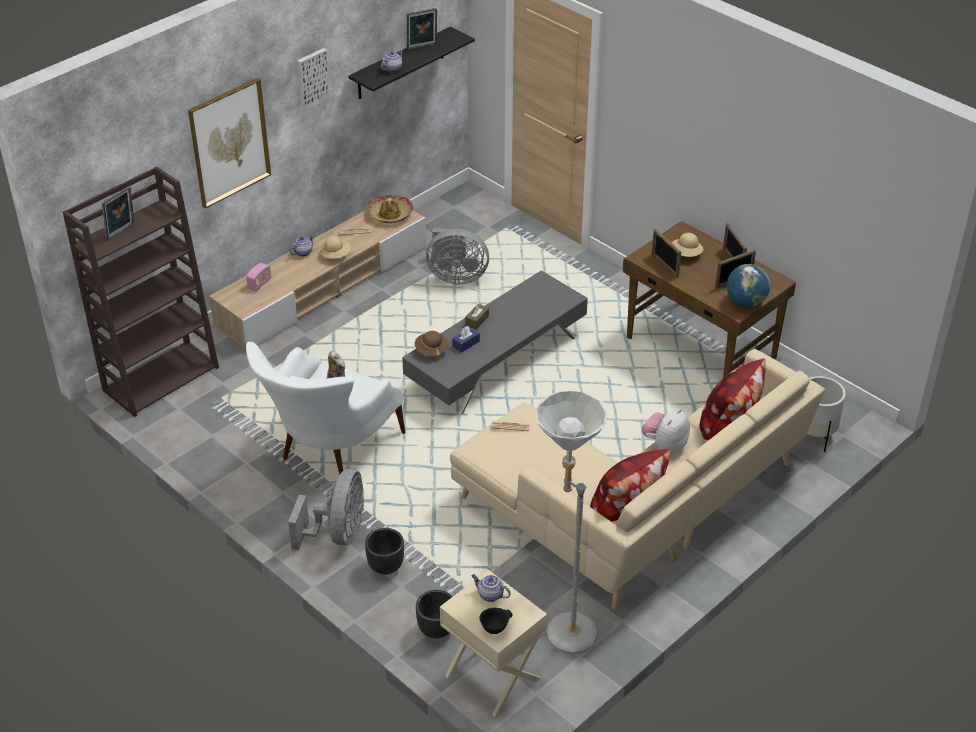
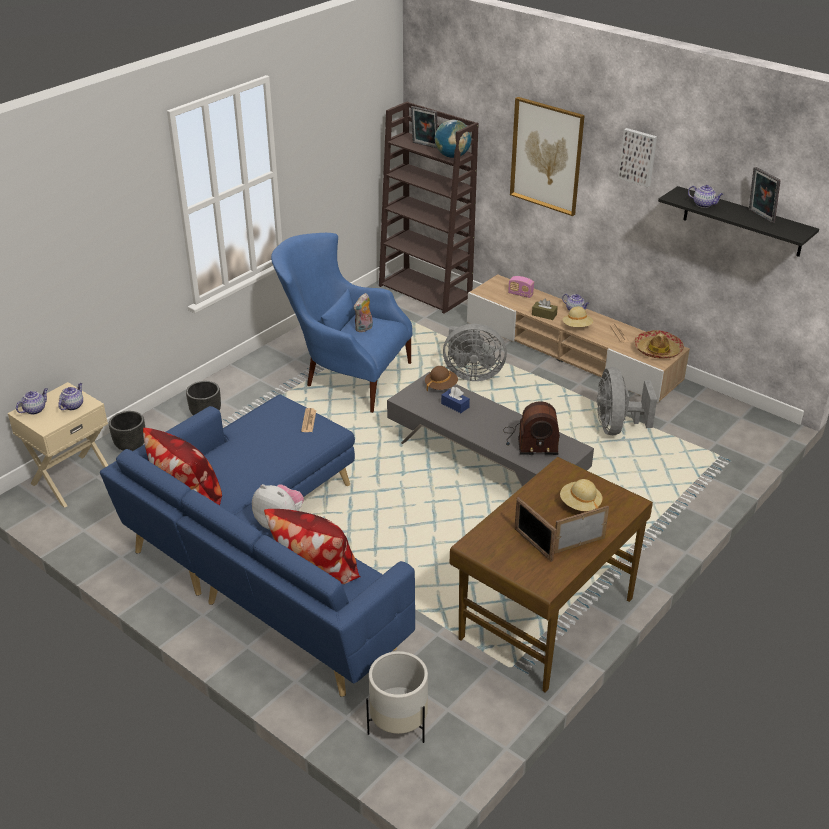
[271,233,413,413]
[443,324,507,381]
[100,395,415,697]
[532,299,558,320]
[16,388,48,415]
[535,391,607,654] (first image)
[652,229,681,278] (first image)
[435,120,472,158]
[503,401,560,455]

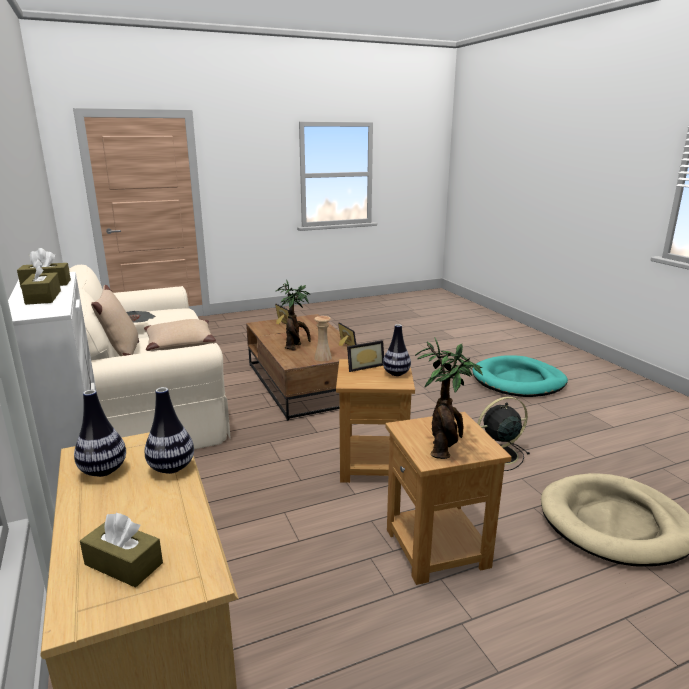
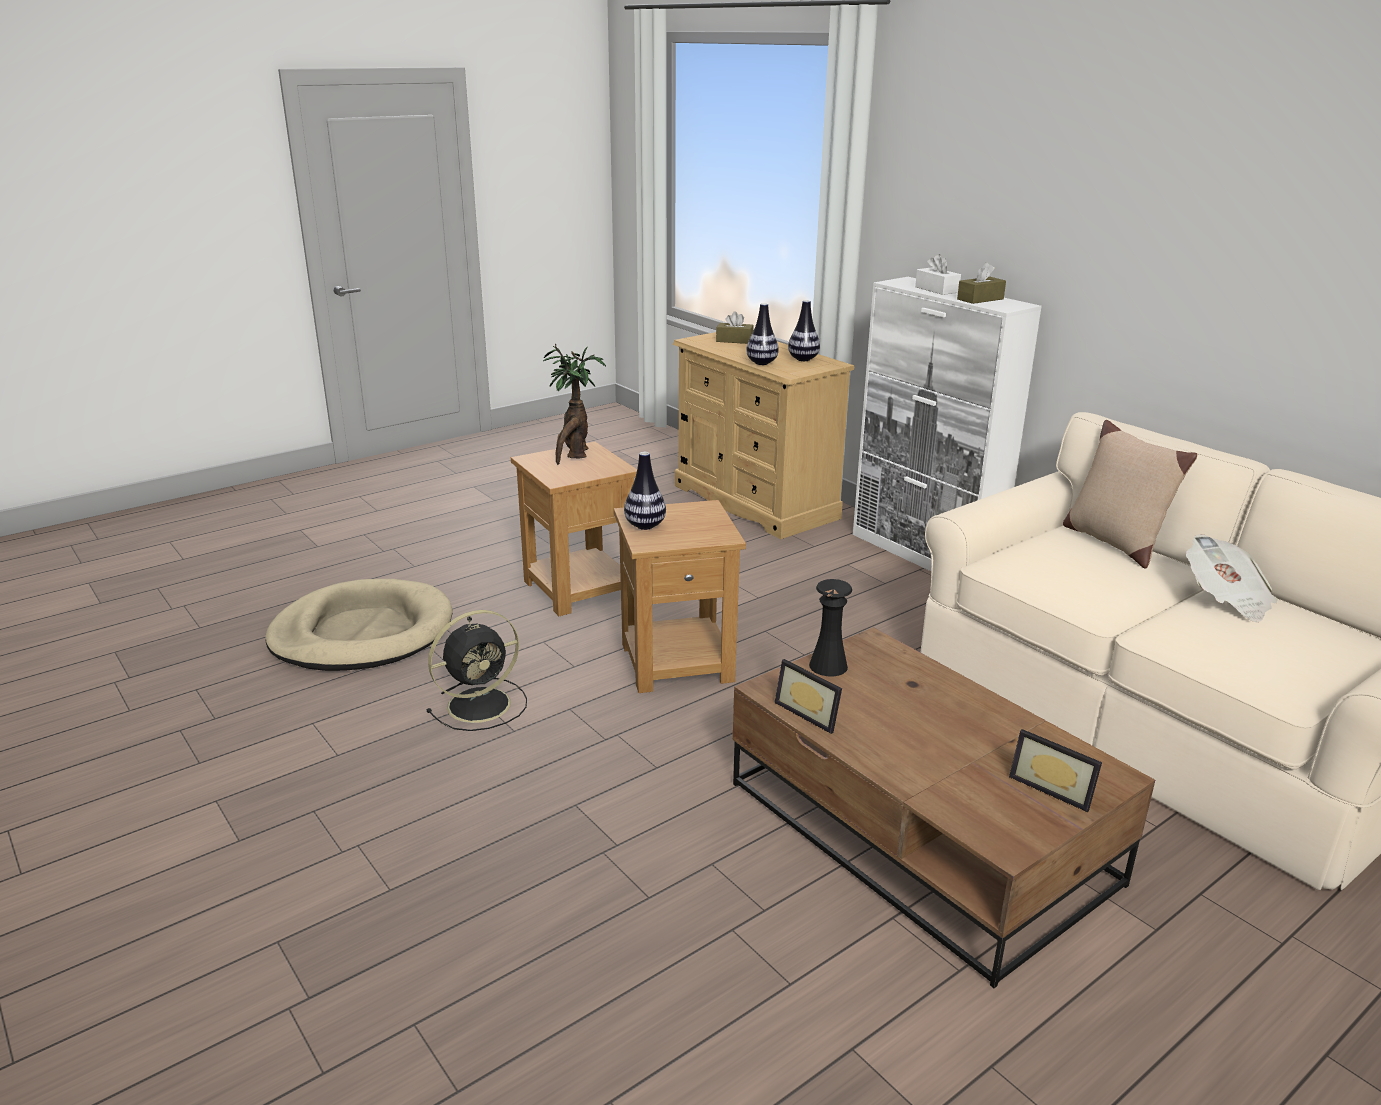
[915,254,961,295]
[144,319,216,351] (first image)
[276,280,311,349] (first image)
[809,579,852,676]
[347,340,384,372] (first image)
[472,355,568,397] (first image)

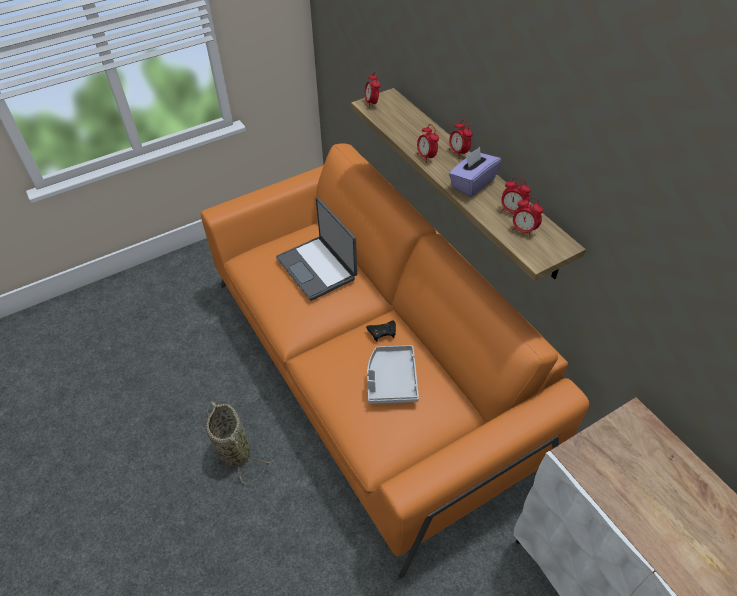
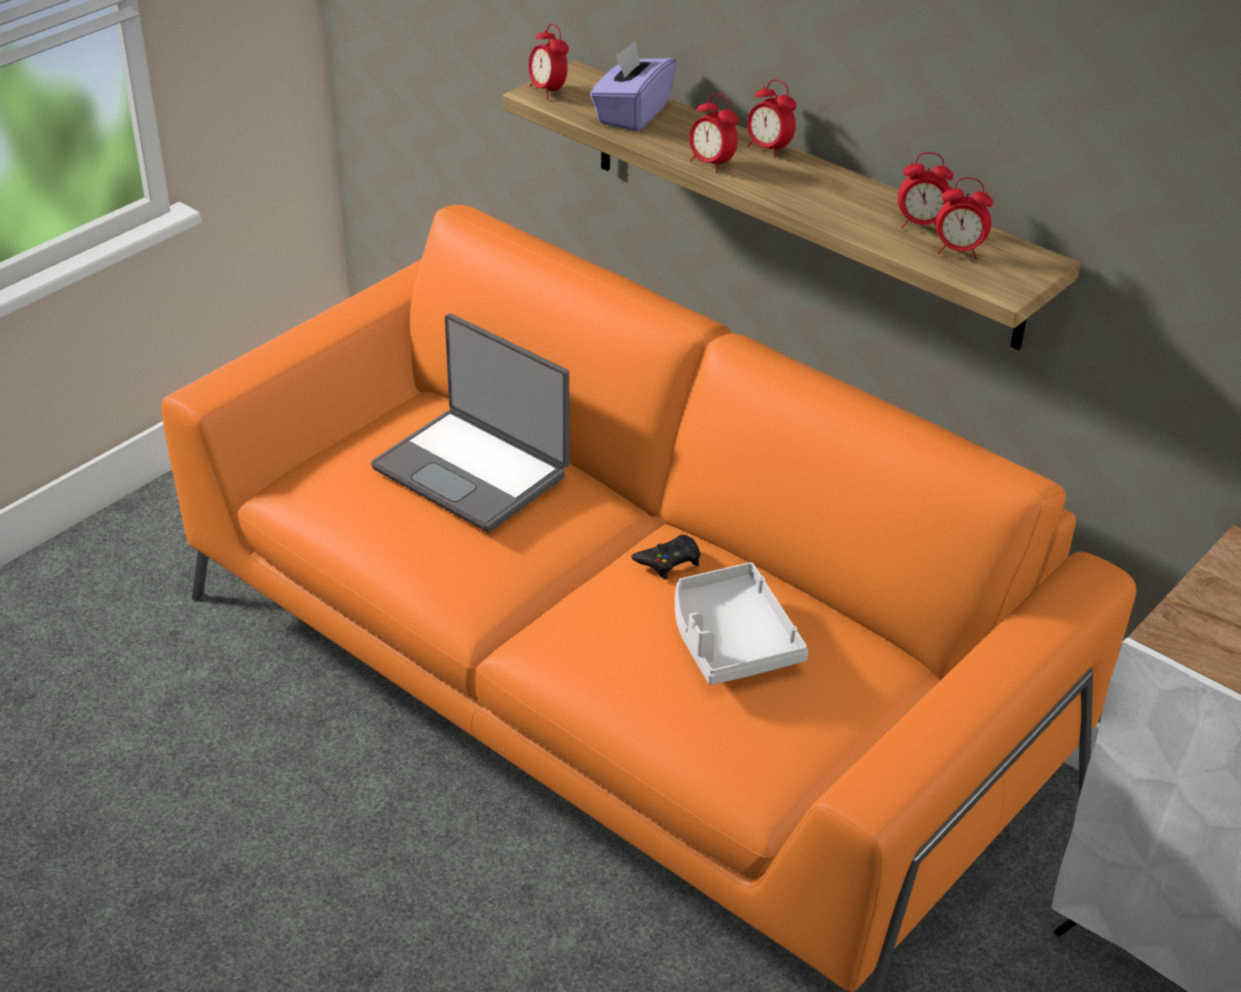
[206,402,271,484] (first image)
[590,41,677,132]

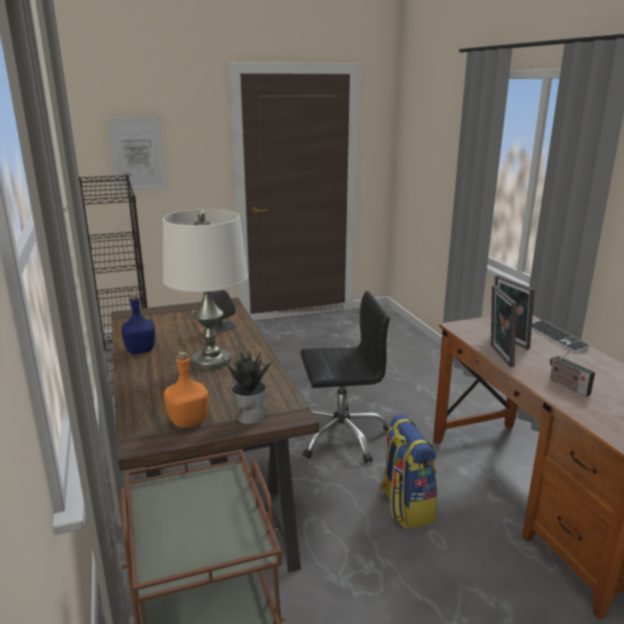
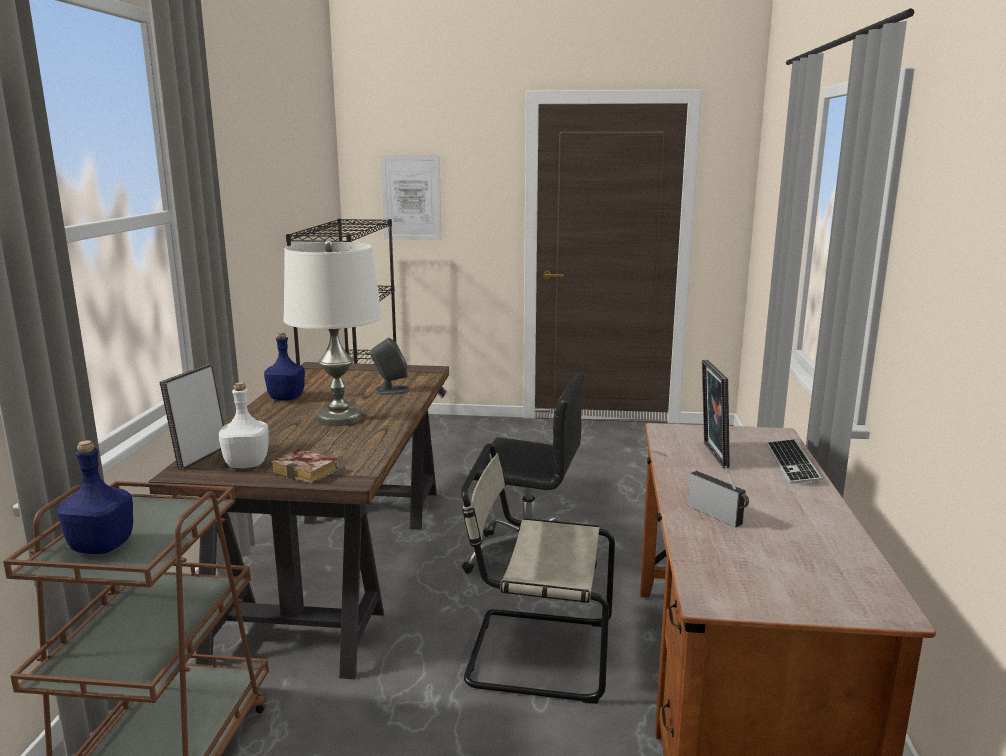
[219,382,269,468]
[271,449,339,484]
[461,443,615,704]
[160,364,224,470]
[687,466,749,527]
[57,440,133,554]

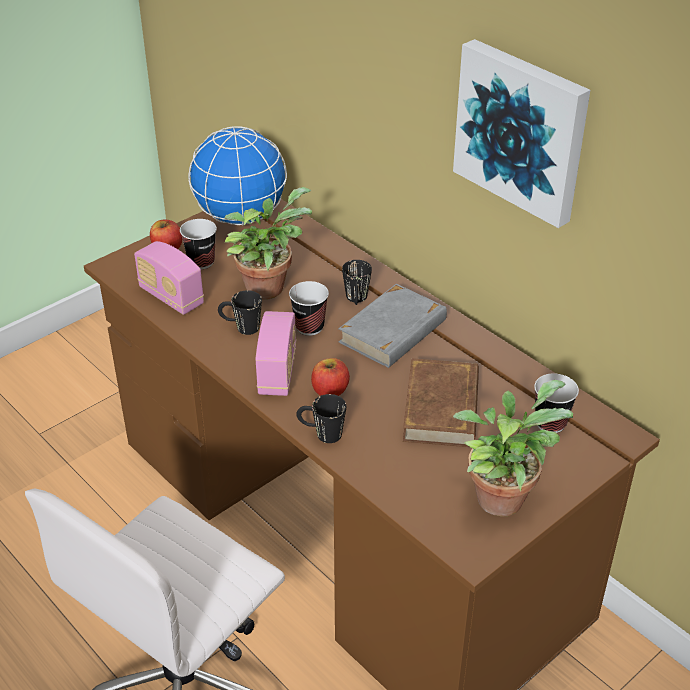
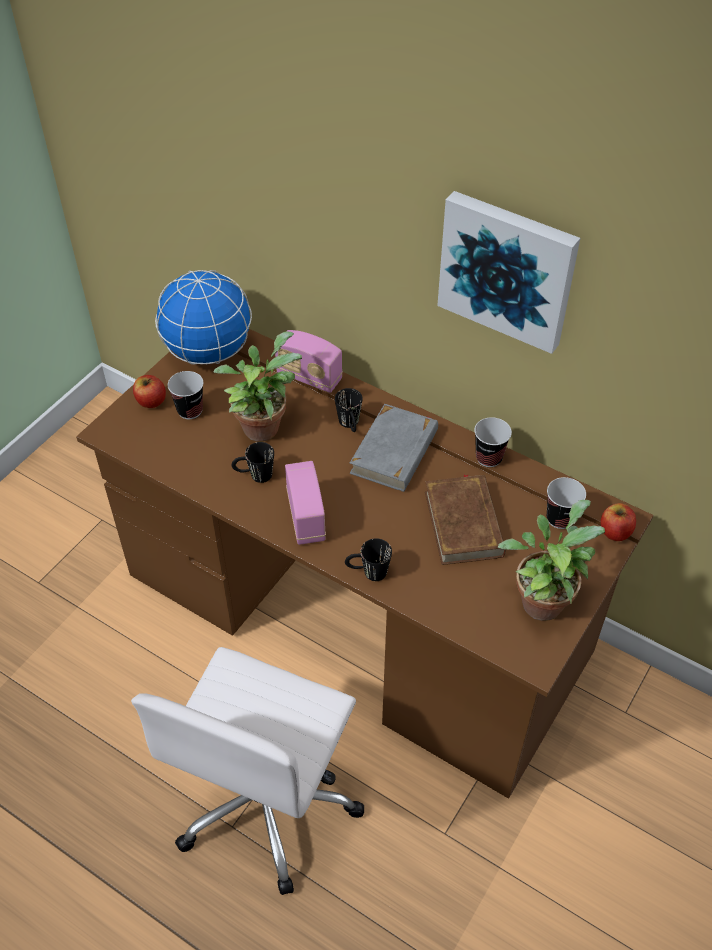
[275,330,343,393]
[474,417,512,467]
[600,503,636,541]

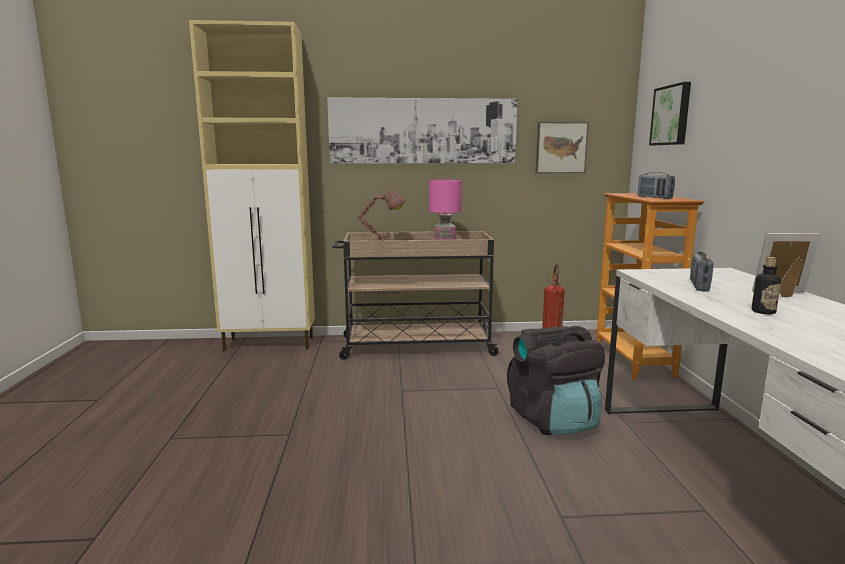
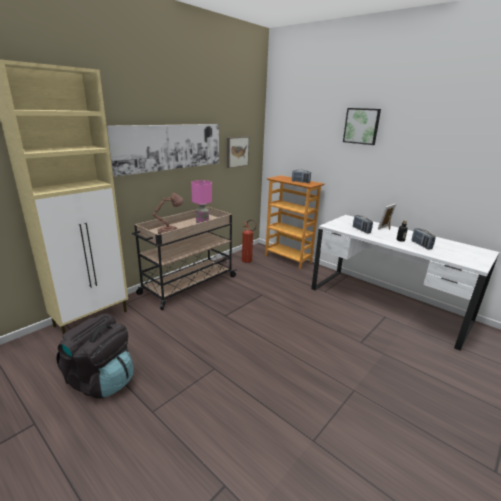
[56,314,134,399]
[343,108,381,145]
[411,228,436,249]

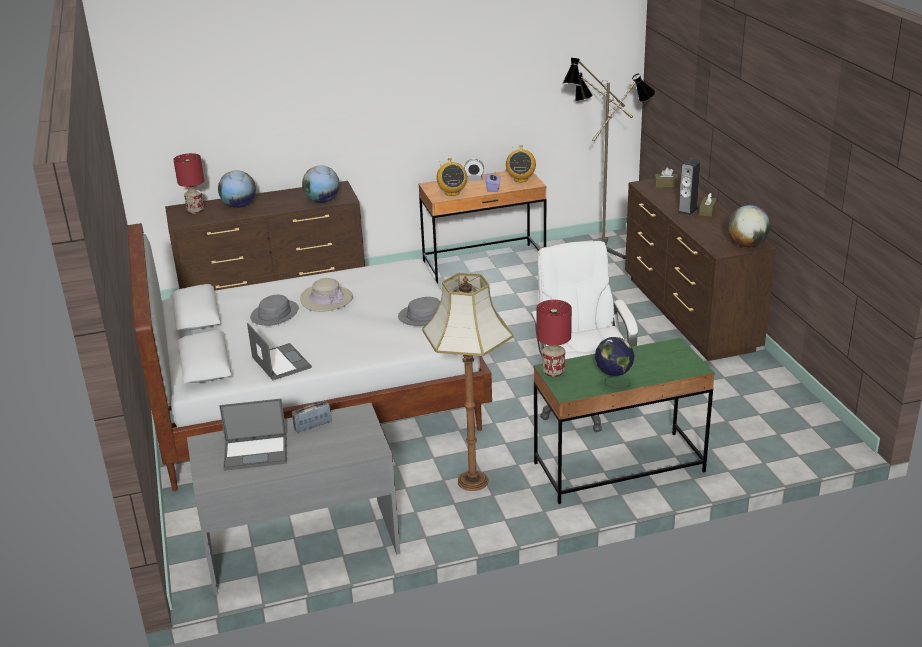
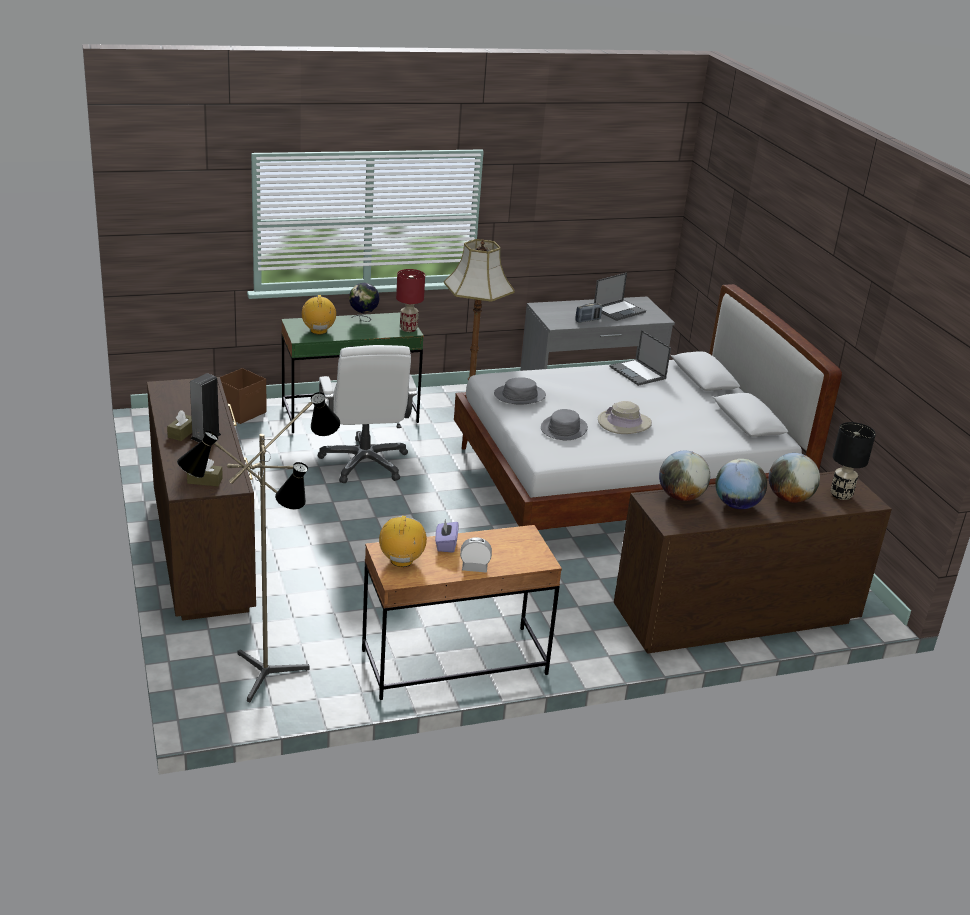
[831,422,876,500]
[594,273,646,321]
[541,409,588,440]
[302,295,336,334]
[715,459,767,509]
[220,368,267,424]

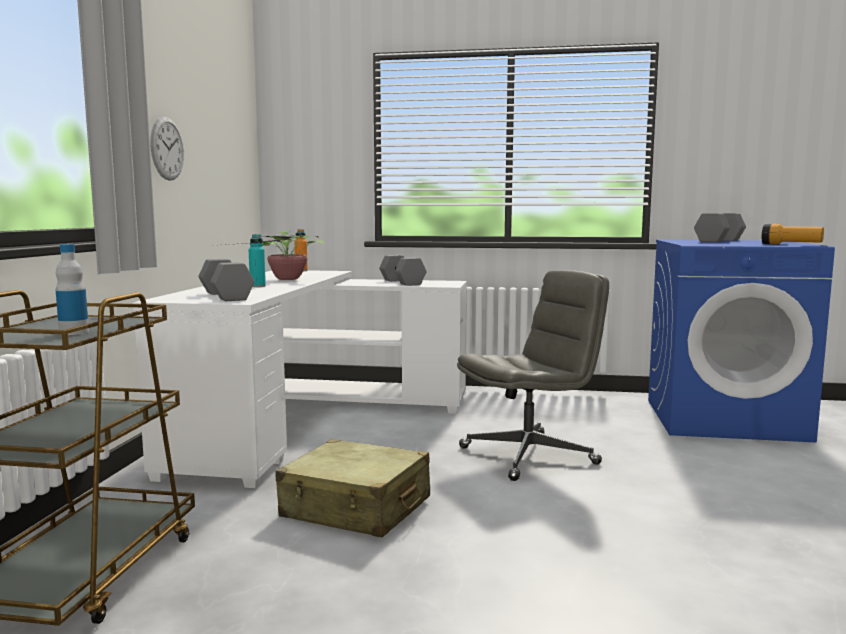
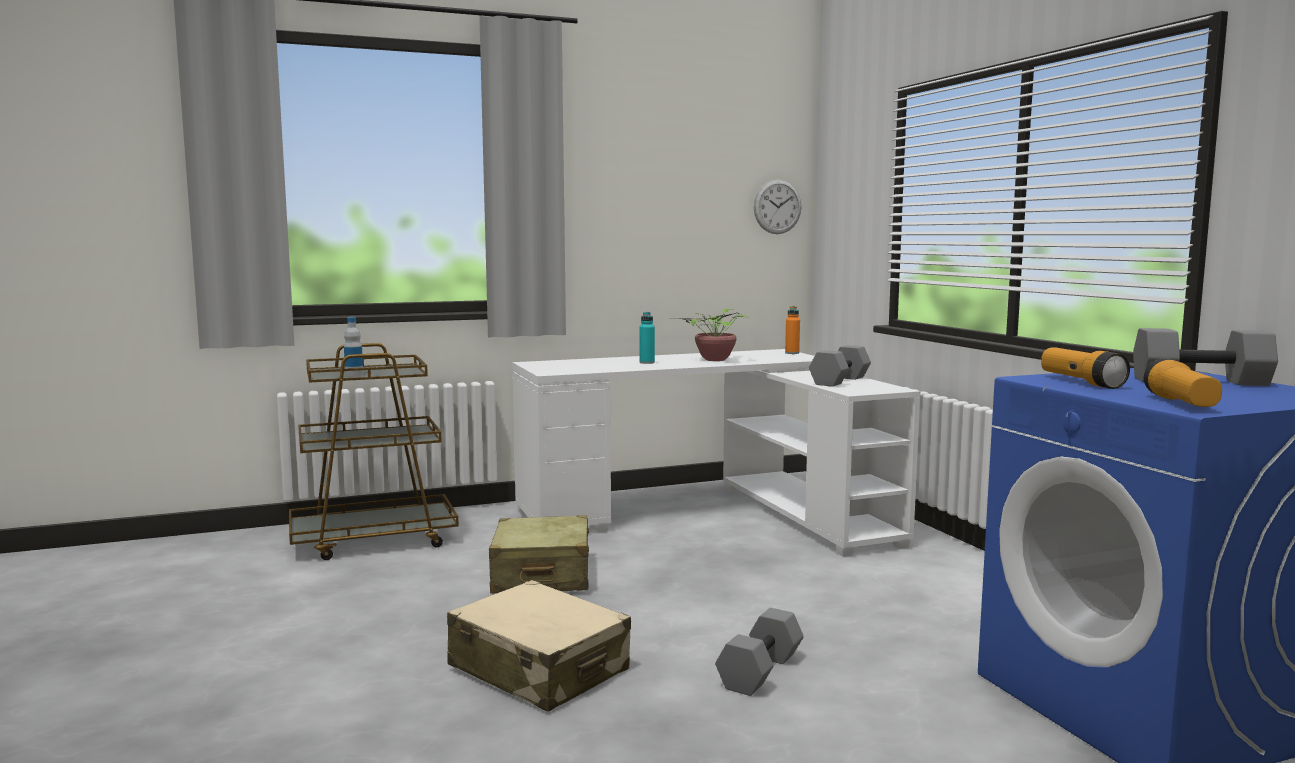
[754,180,802,234]
[715,608,804,696]
[457,270,609,481] (first image)
[447,580,631,712]
[1041,347,1130,389]

